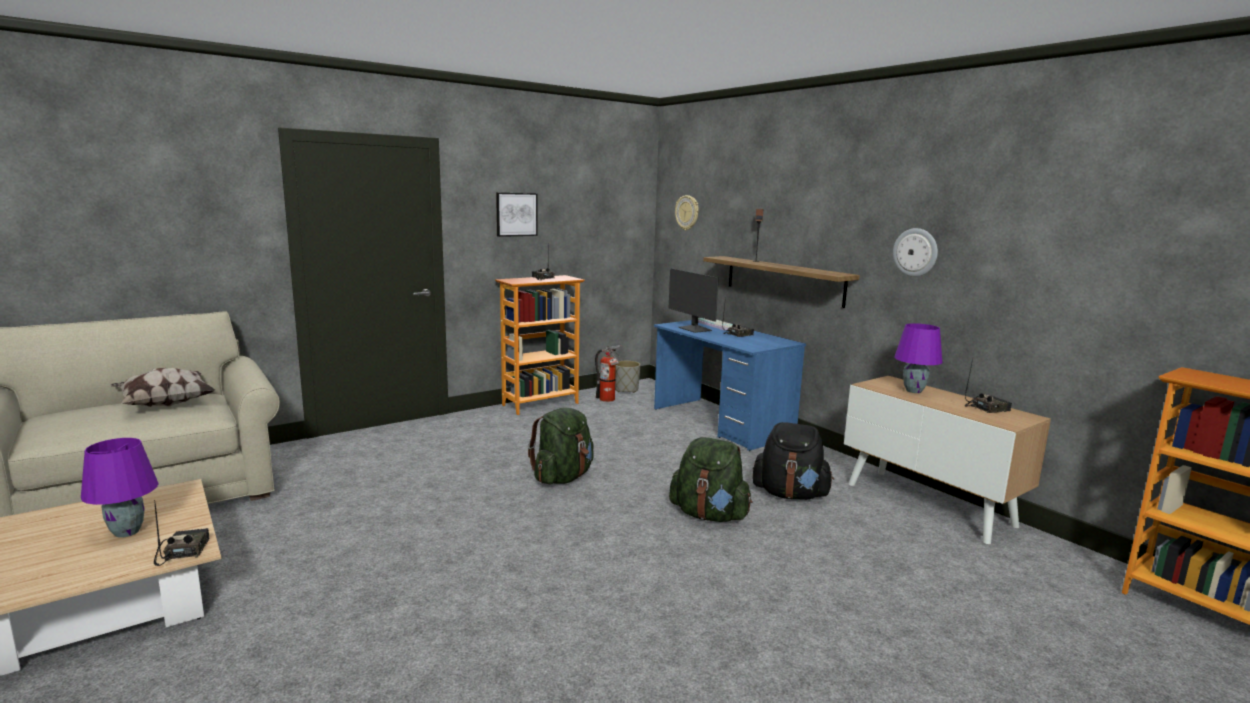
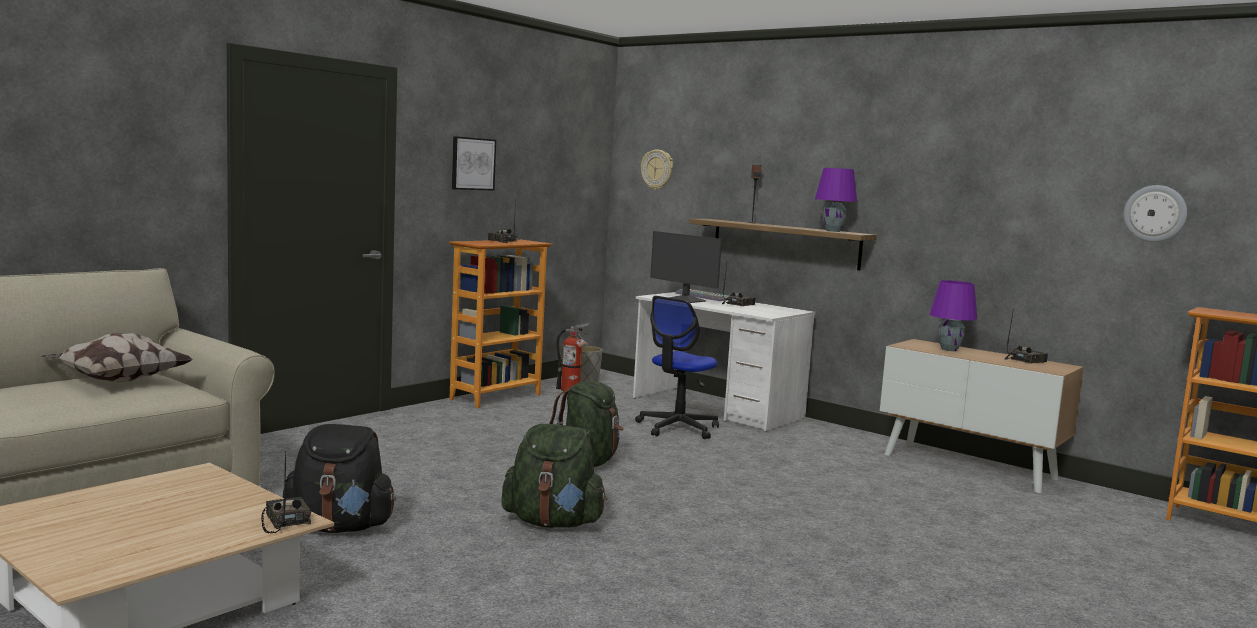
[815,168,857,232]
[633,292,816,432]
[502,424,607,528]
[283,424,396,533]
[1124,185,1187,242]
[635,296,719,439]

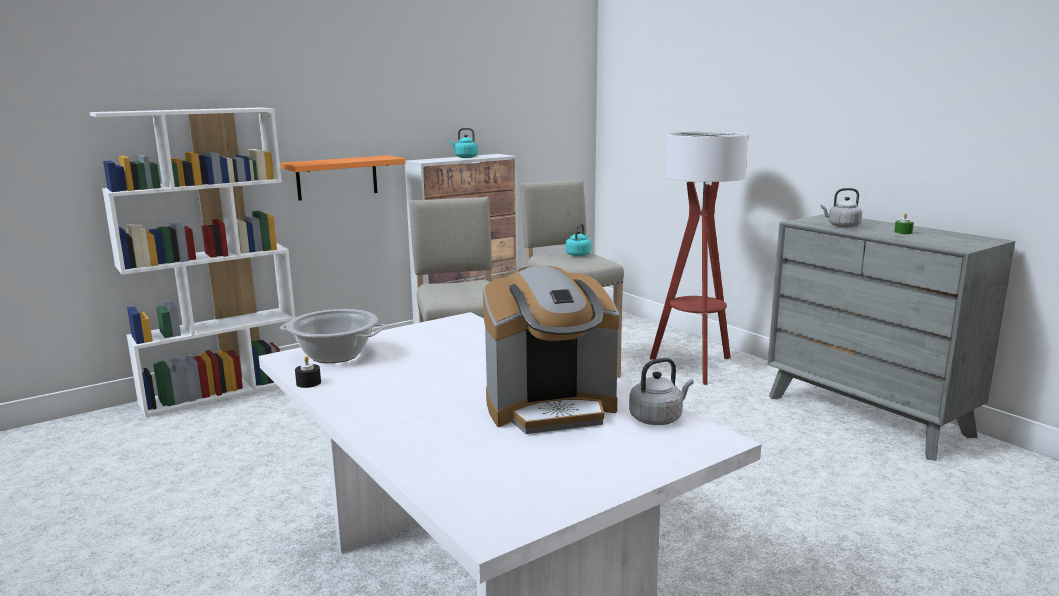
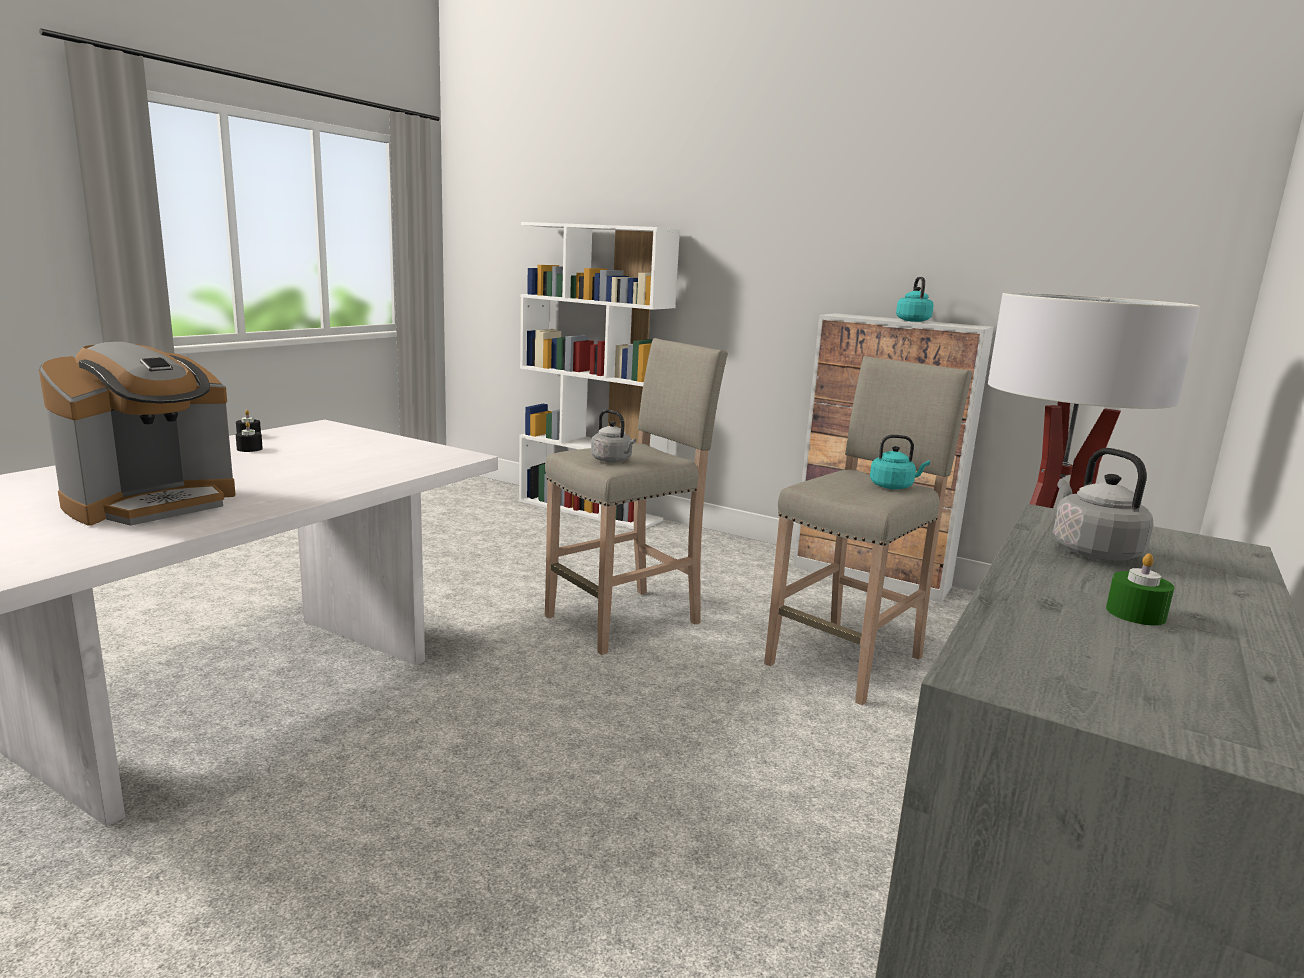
[280,155,406,201] (first image)
[280,309,386,363] (first image)
[39,342,235,526]
[591,410,636,463]
[236,422,263,452]

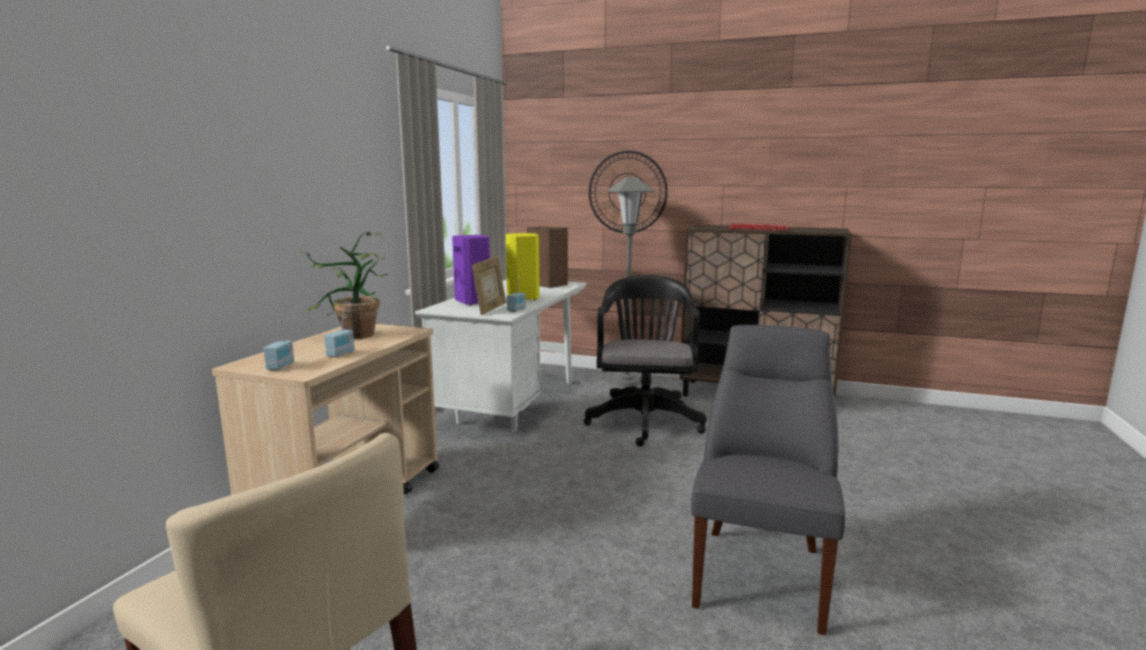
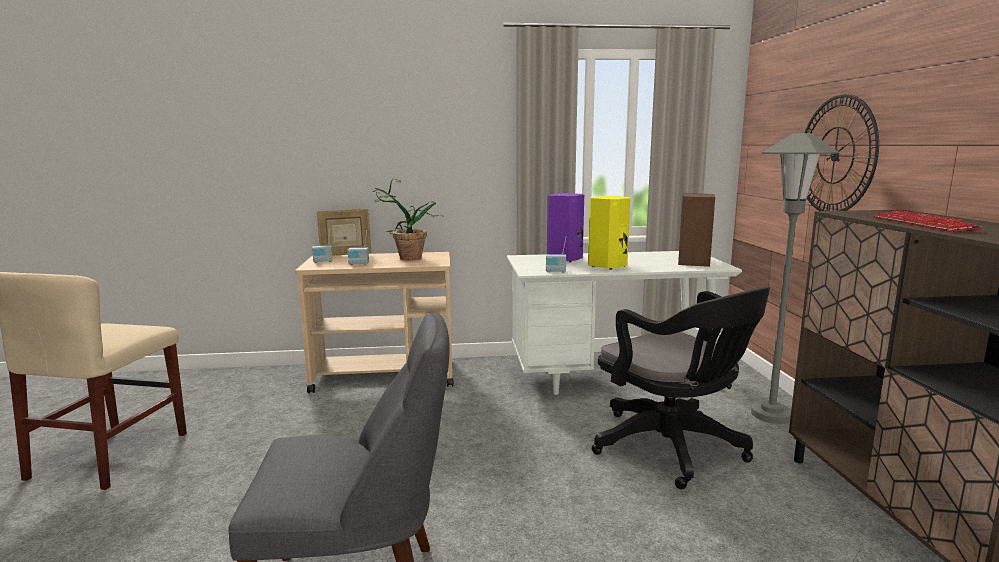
[317,209,372,256]
[592,287,770,490]

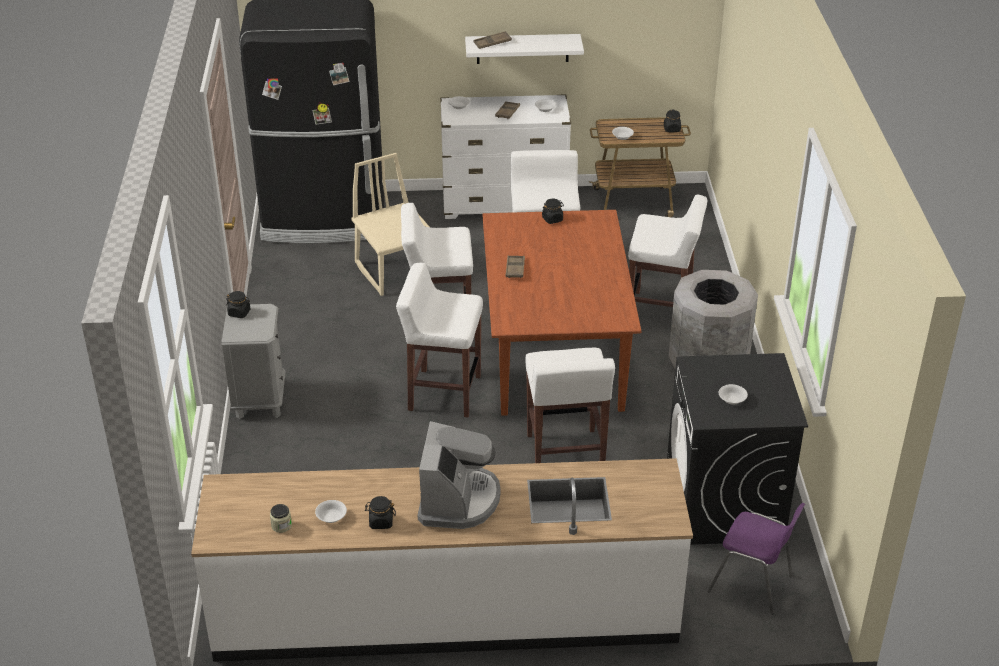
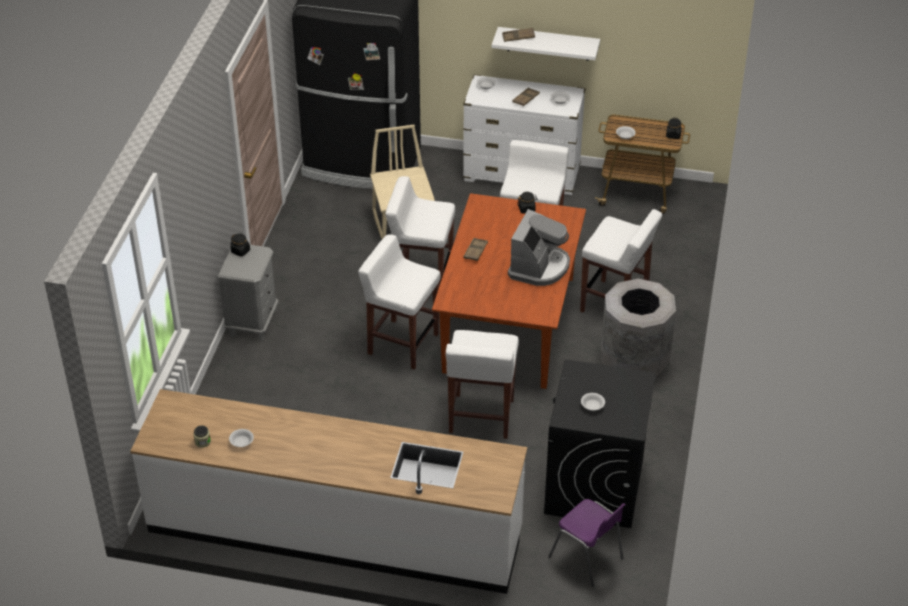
[365,496,396,529] (first image)
[508,209,570,286]

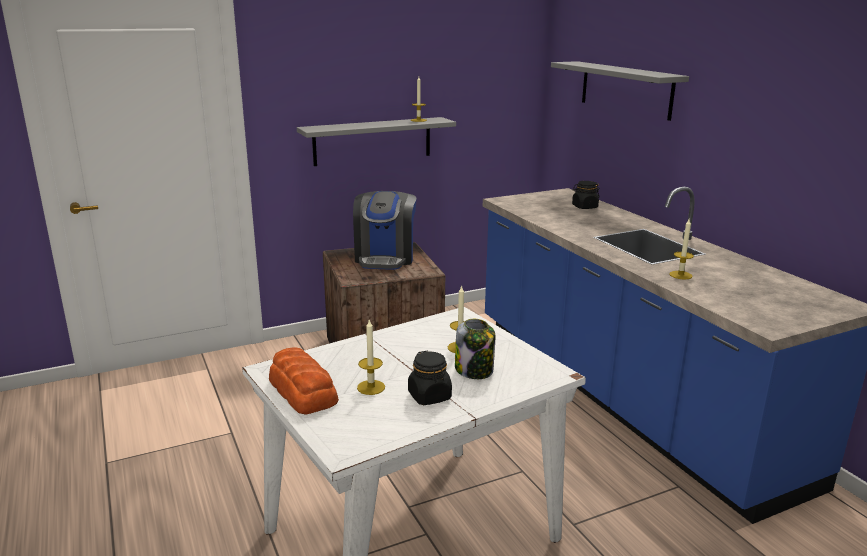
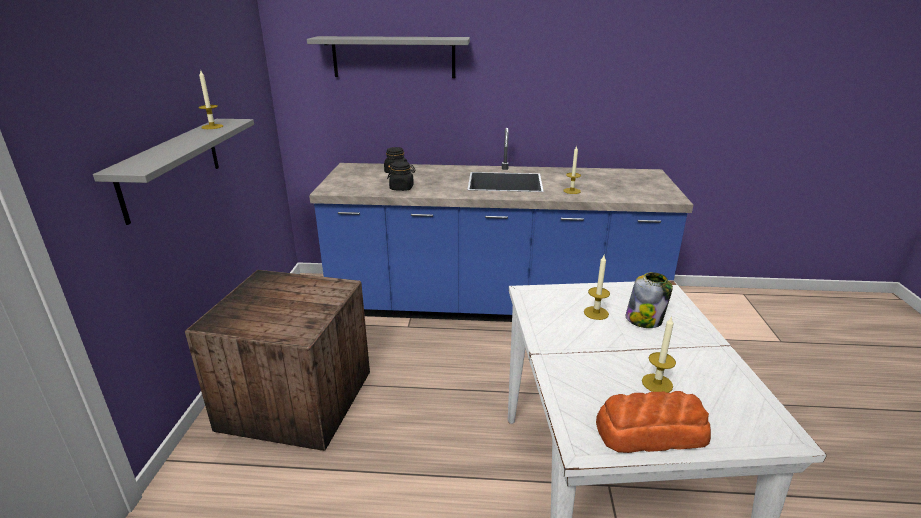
[353,191,417,270] (first image)
[387,161,416,191]

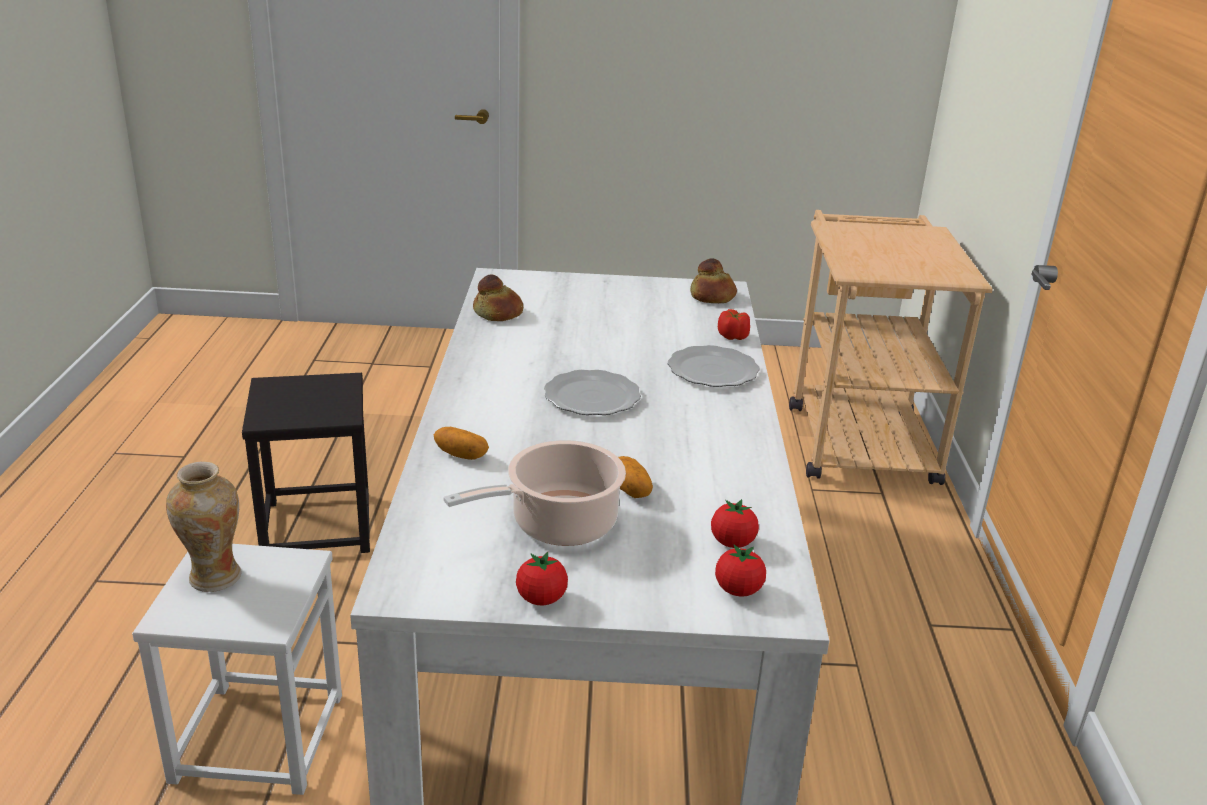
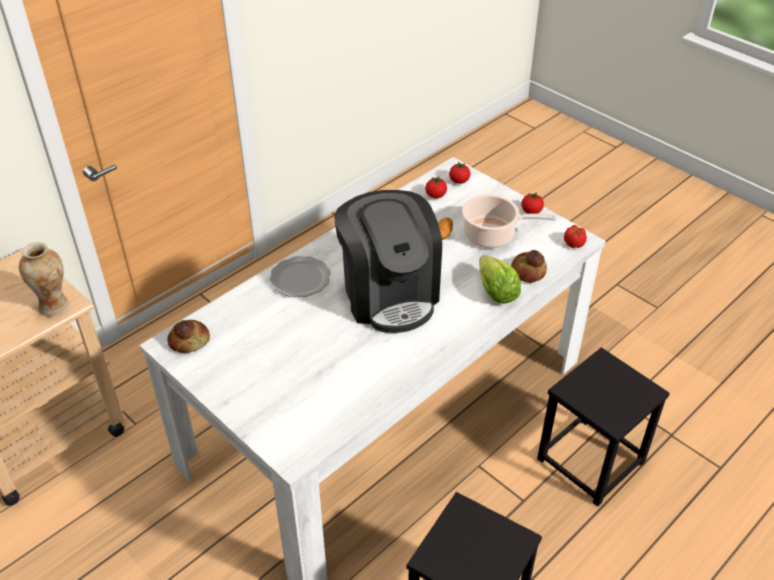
[537,347,670,506]
[19,242,69,316]
[479,255,521,304]
[511,250,547,283]
[334,190,442,333]
[564,225,587,248]

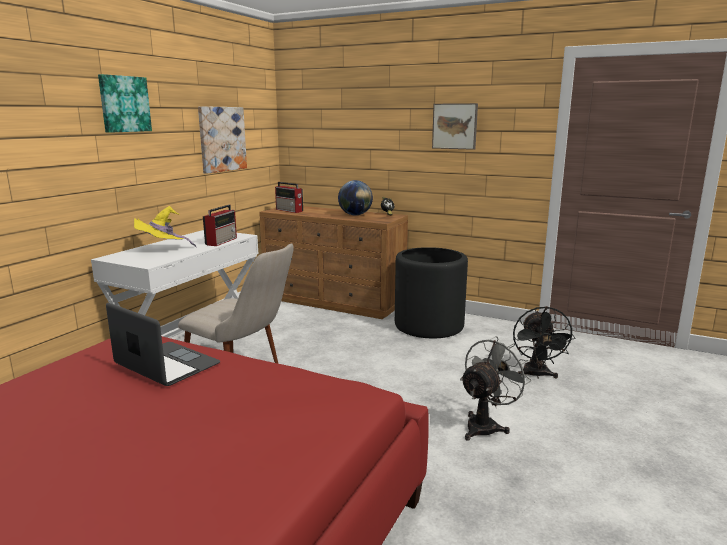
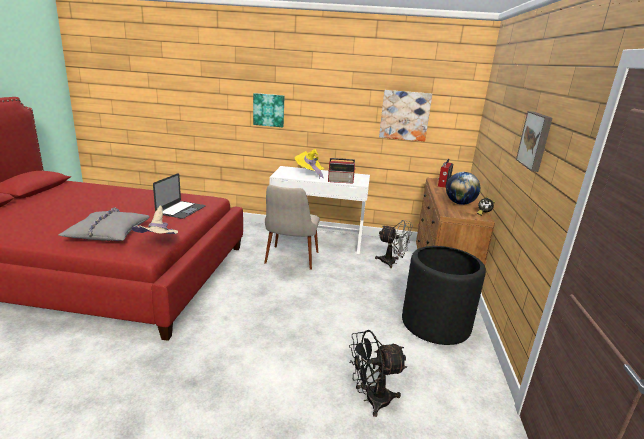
[253,93,284,127]
[375,220,413,268]
[58,207,150,241]
[132,205,178,234]

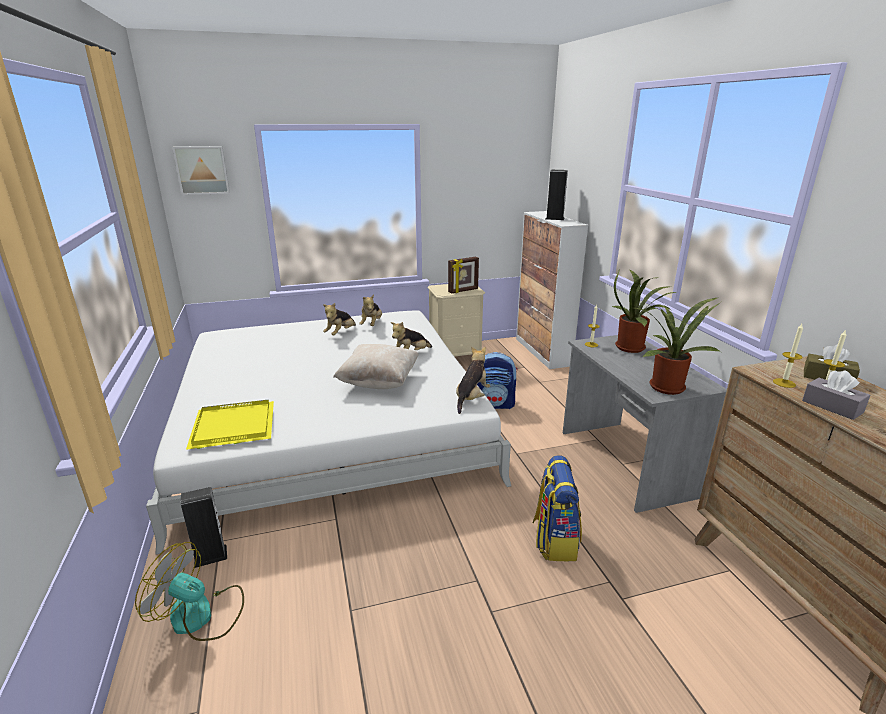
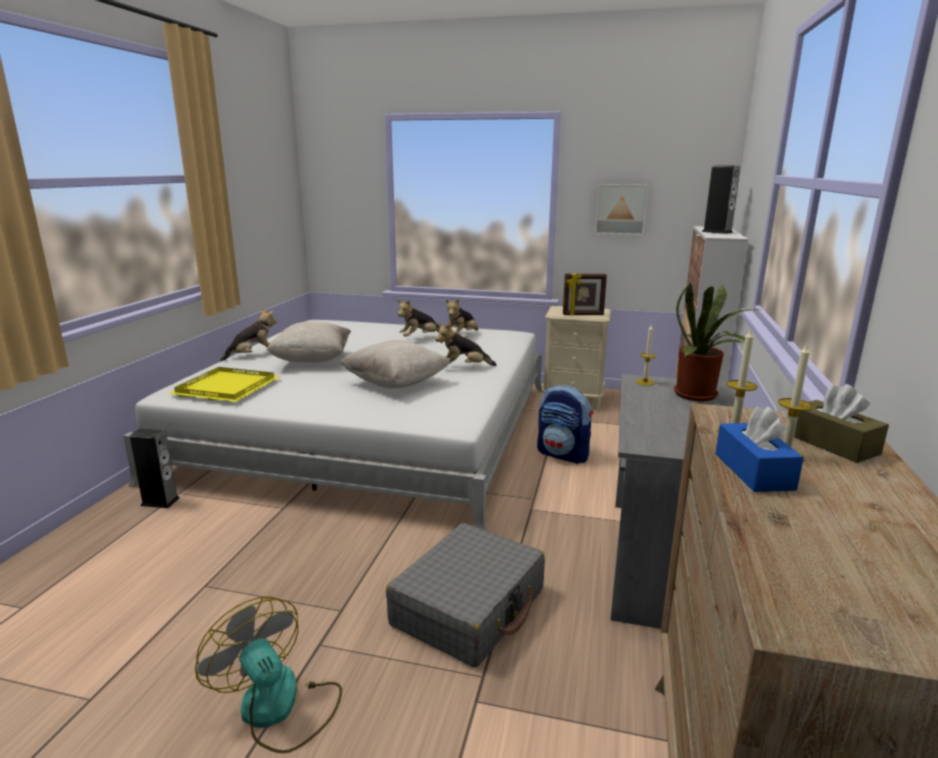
[195,596,342,754]
[594,184,649,236]
[220,308,276,362]
[386,523,545,668]
[635,297,721,395] (first image)
[715,406,804,492]
[266,322,351,363]

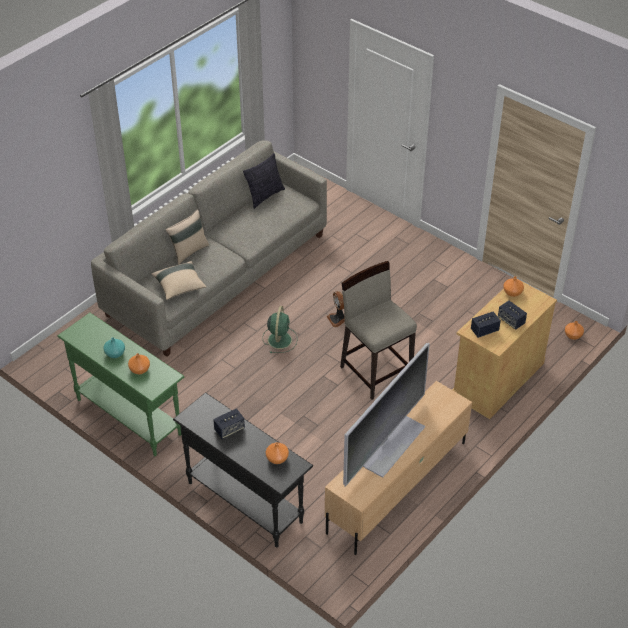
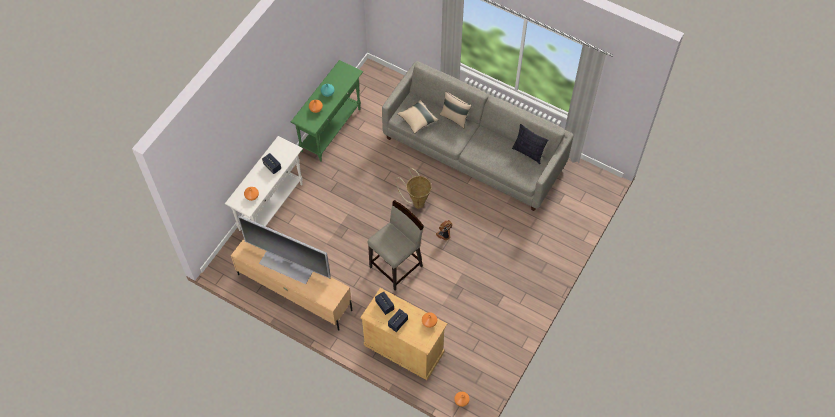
[225,136,303,231]
[396,168,432,209]

